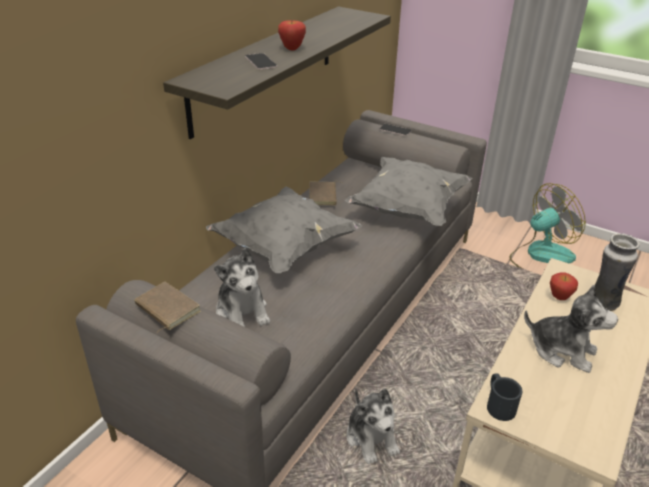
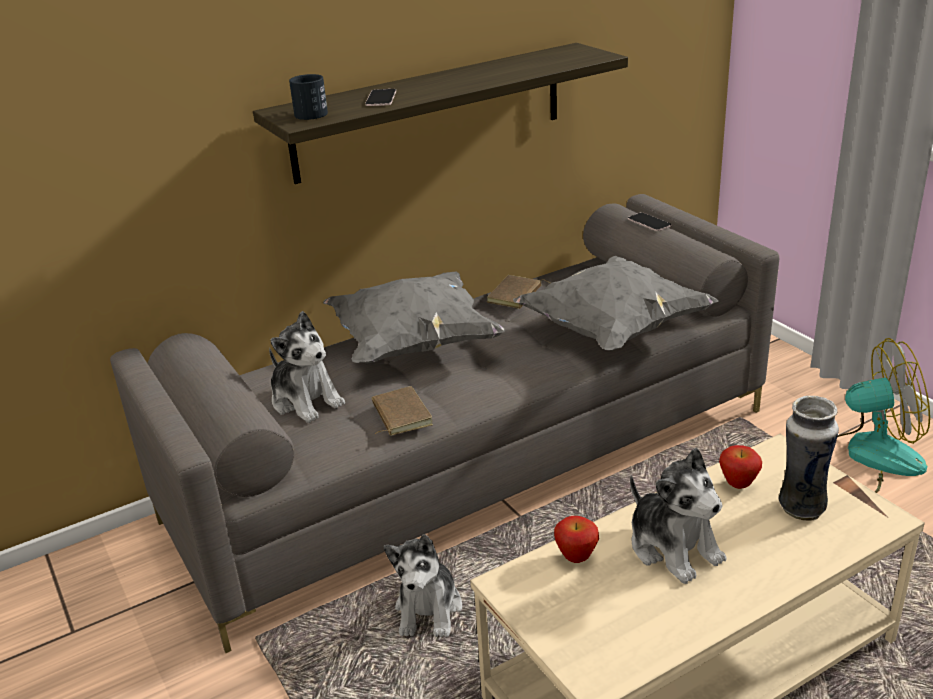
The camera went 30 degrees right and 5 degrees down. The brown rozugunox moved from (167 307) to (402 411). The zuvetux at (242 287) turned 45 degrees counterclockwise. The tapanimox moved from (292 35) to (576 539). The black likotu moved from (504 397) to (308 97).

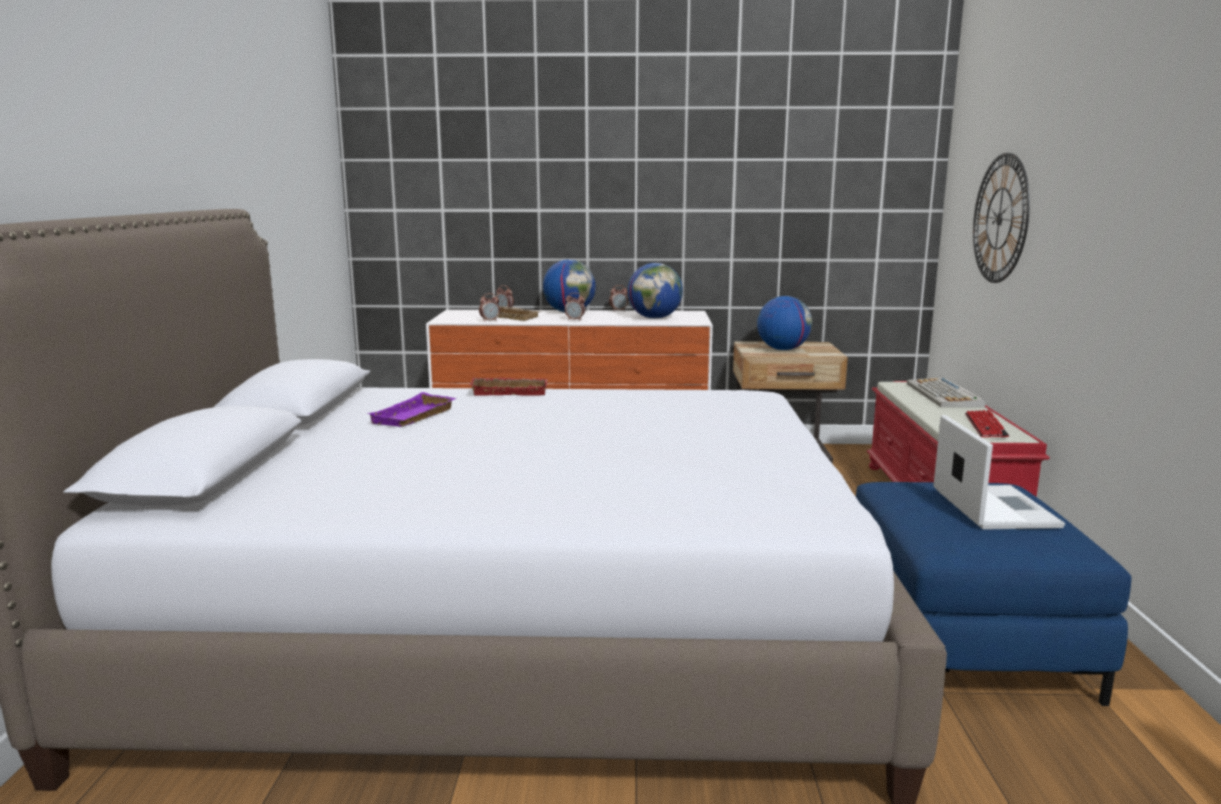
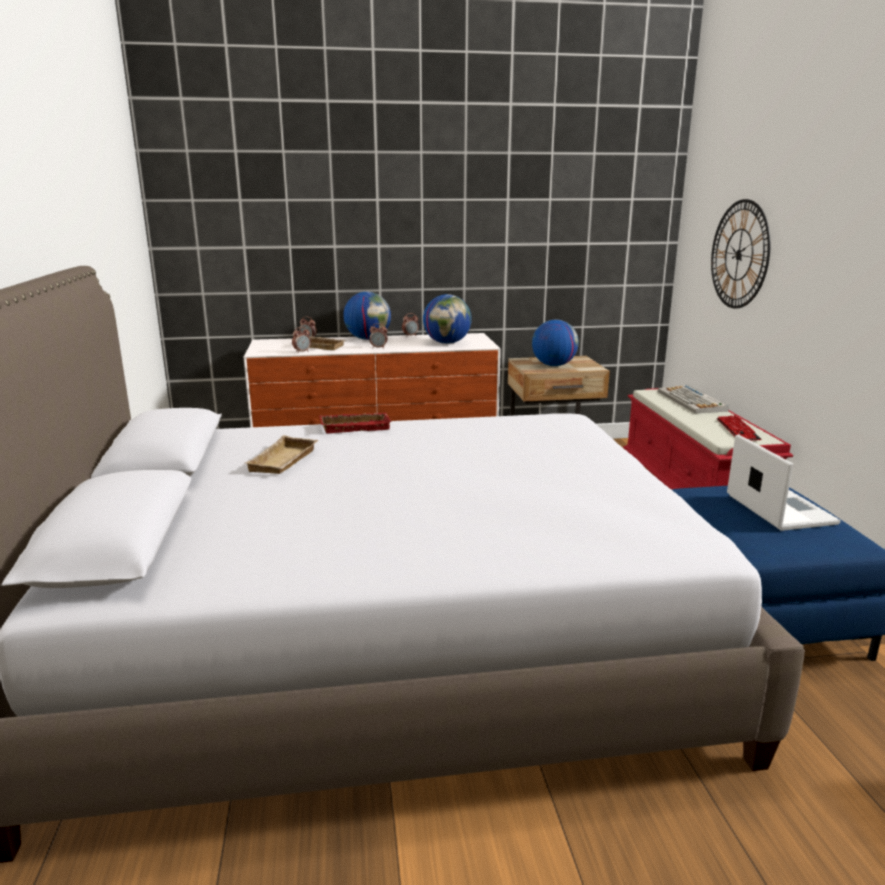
The camera went 10 degrees left and 5 degrees up. The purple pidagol at (411 409) became the beige pidagol at (281 454).

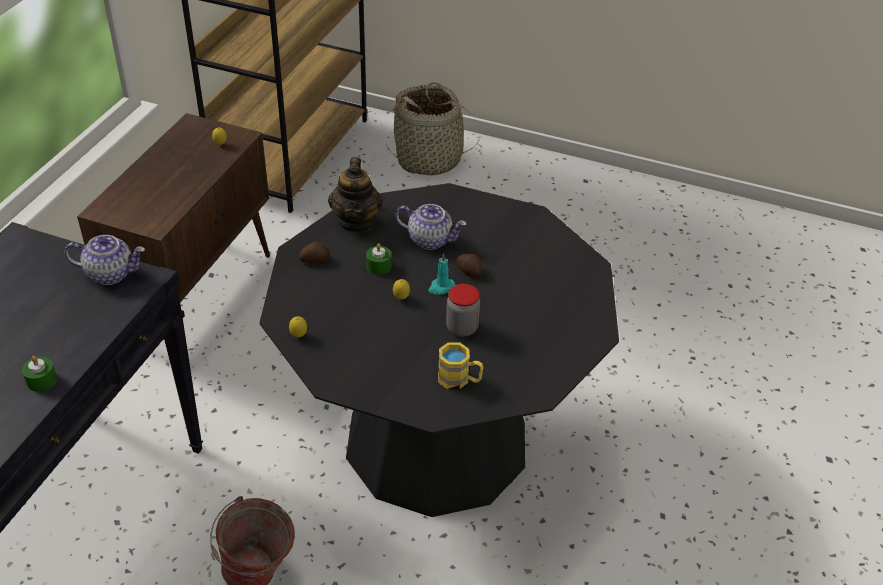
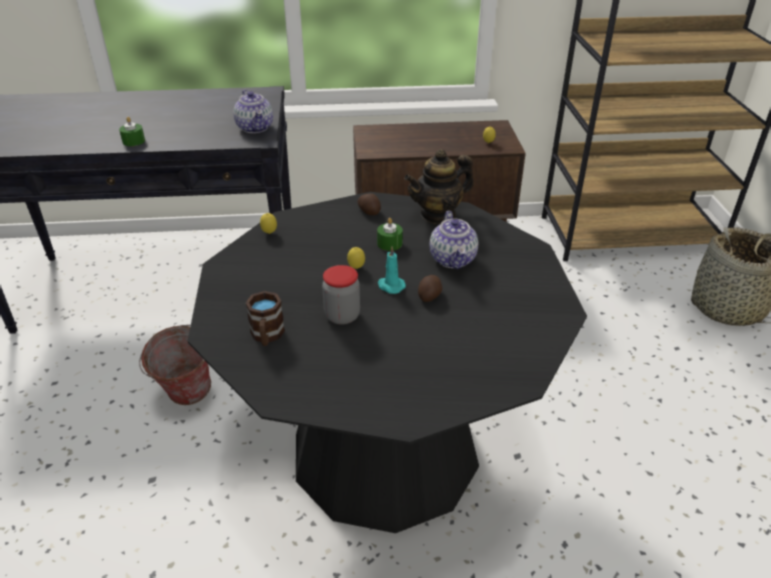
The camera went 65 degrees right and 5 degrees down. The yellow likotu at (461 365) became the brown likotu at (265 318).

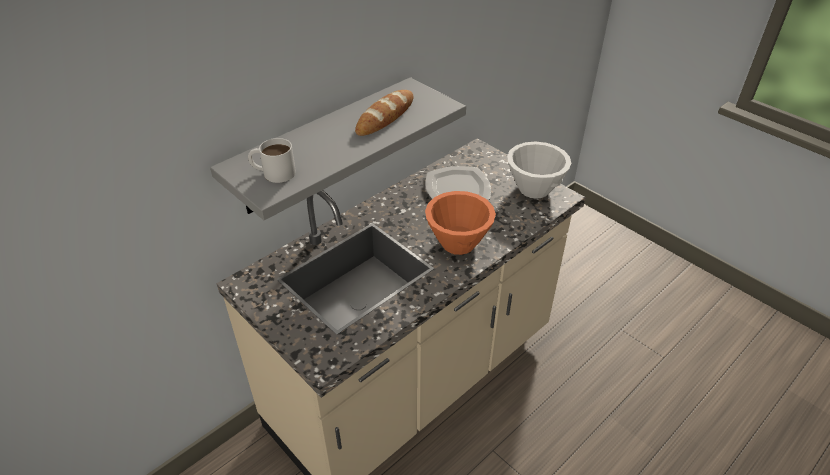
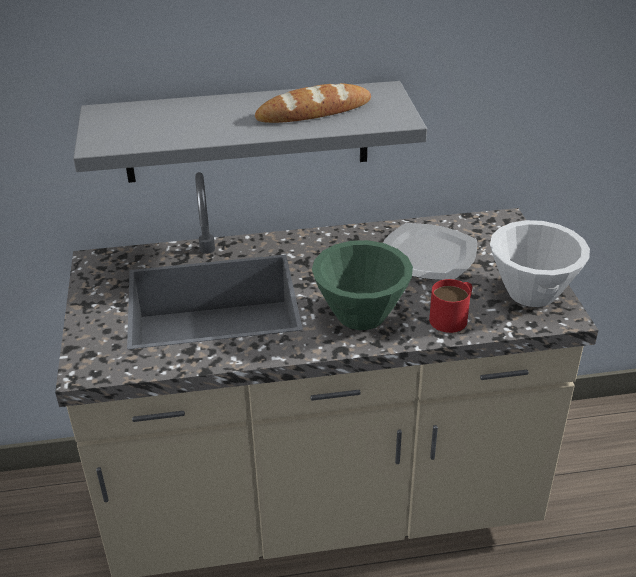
The camera went 35 degrees right and 5 degrees down. The white likotu at (272 160) disappeared. The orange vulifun at (460 223) became the green vulifun at (362 285). The red likotu at (450 306) appeared.

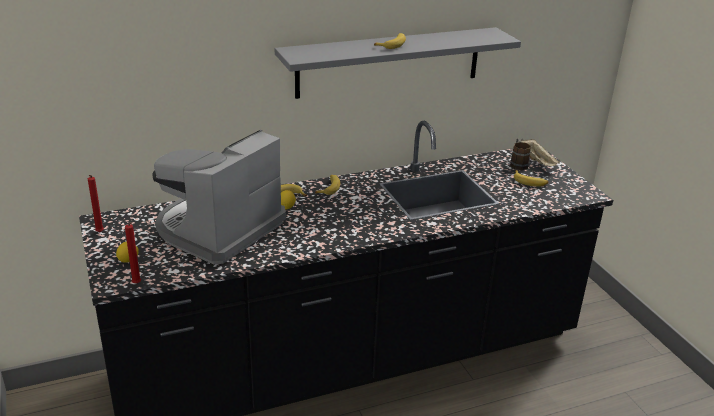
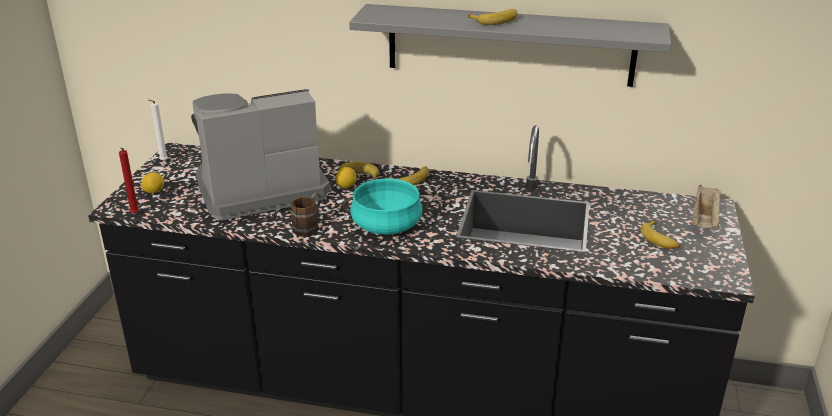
The camera went 35 degrees right and 0 degrees up. The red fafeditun at (96 203) became the white fafeditun at (158 130). The brown likotu moved from (520 154) to (306 215). The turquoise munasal at (386 206) appeared.

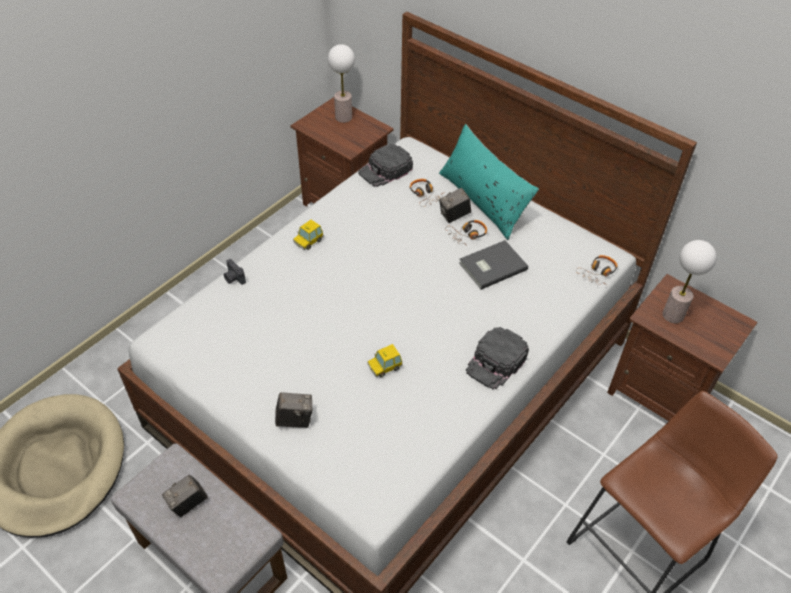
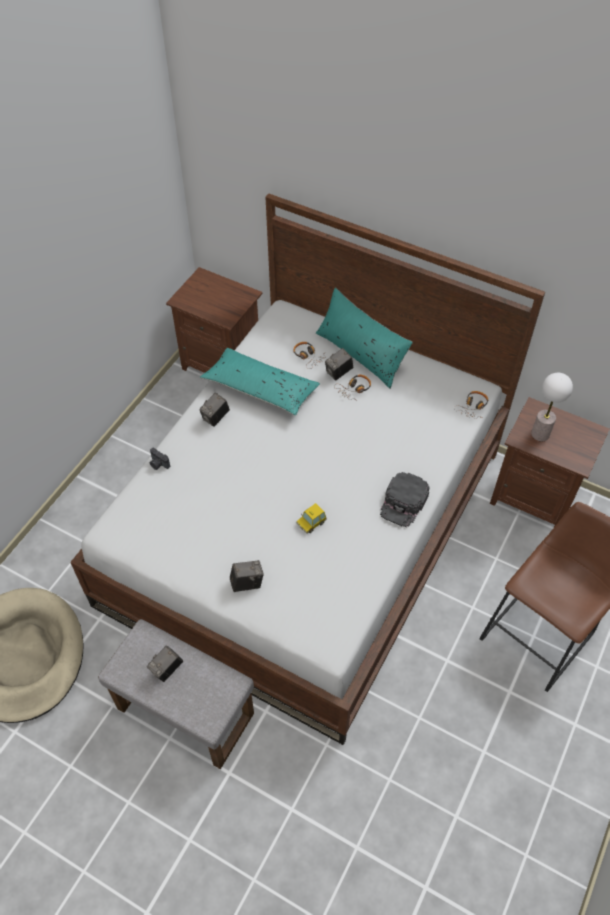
The camera went 10 degrees left and 5 degrees up. The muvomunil at (308 235) was replaced by the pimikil at (214 410). The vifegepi at (341 83) disappeared. The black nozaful at (385 165) disappeared. The grey rozugunox at (493 265) disappeared. The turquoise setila at (260 382) appeared.

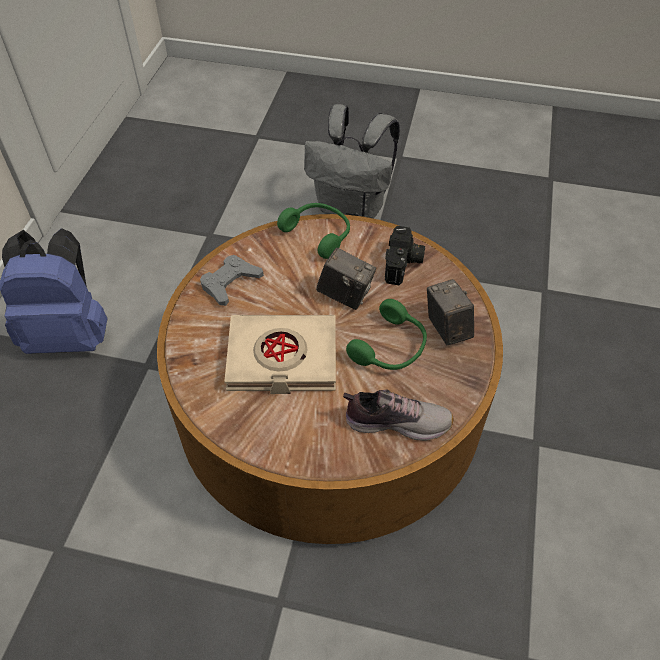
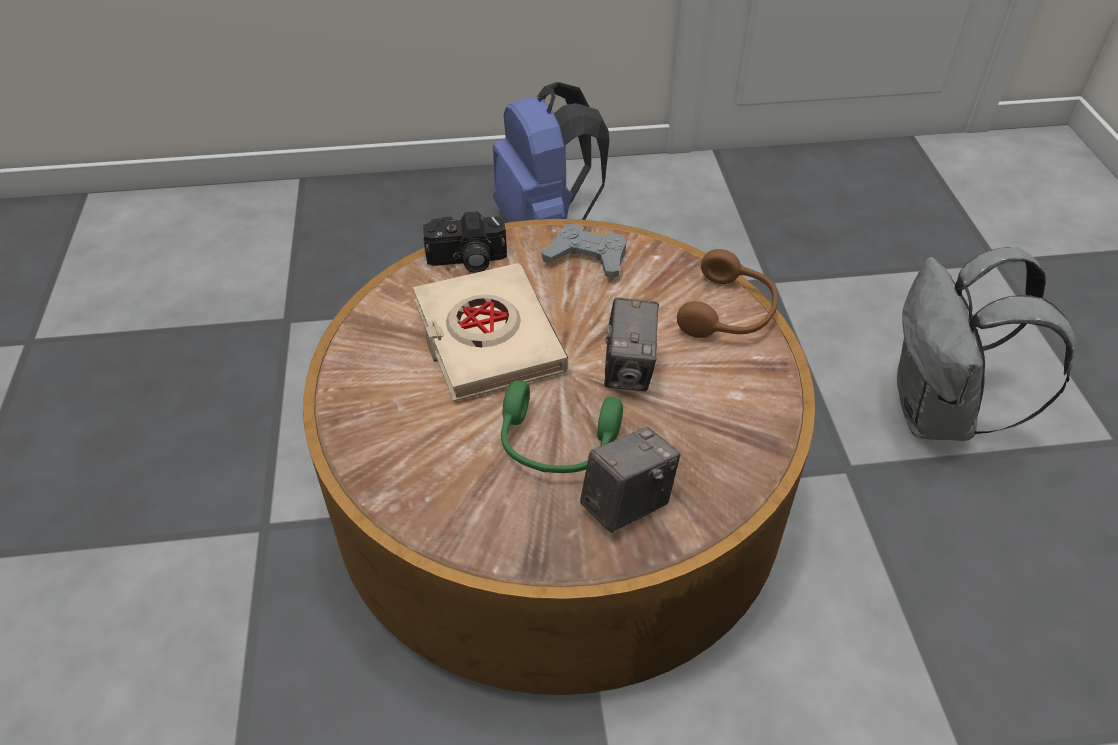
The camera went 70 degrees right and 5 degrees down. The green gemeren at (313 231) became the brown gemeren at (727 293). The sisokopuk at (398 415) disappeared. The pimikil moved from (405 255) to (465 242).

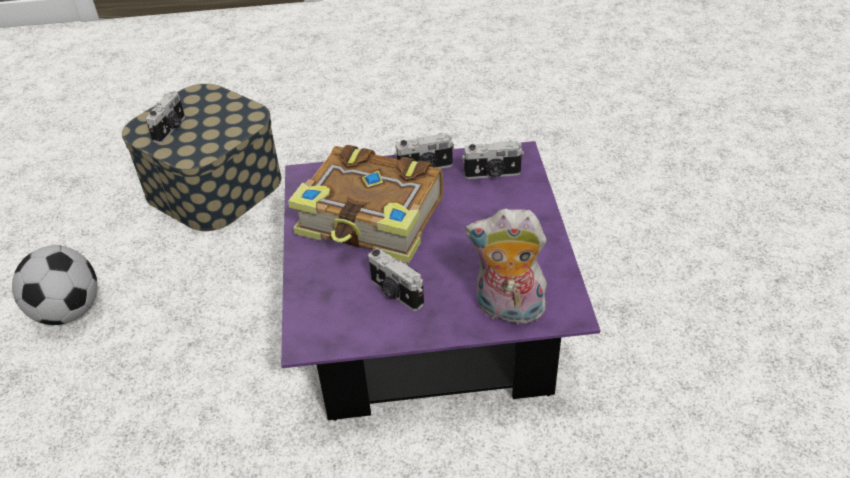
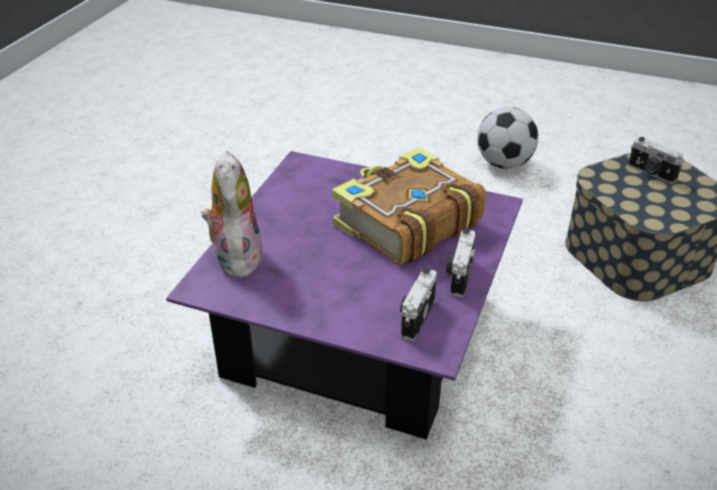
The camera went 115 degrees right and 5 degrees down. The pimikil at (396 279) disappeared. The zuvetux at (506 269) turned 45 degrees counterclockwise.

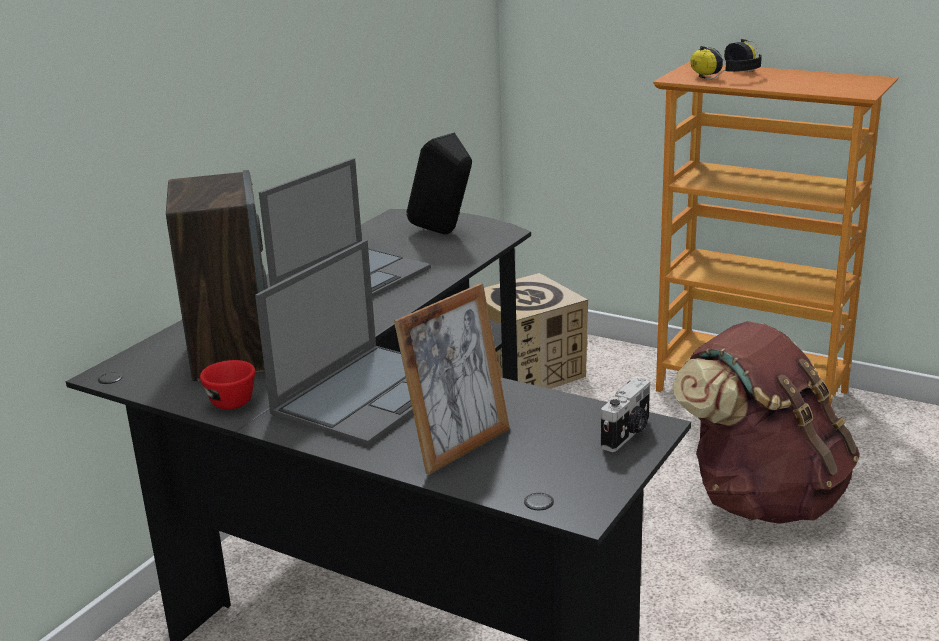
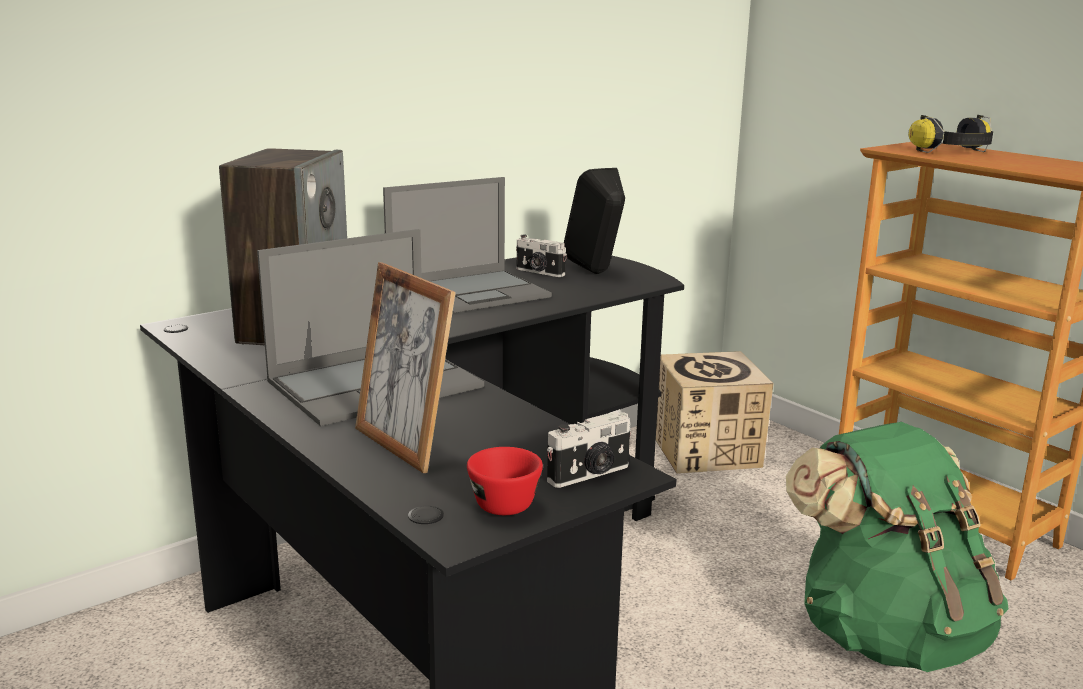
The camera went 20 degrees right and 5 degrees down. The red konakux moved from (227 384) to (505 481). The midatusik at (452 379) turned 75 degrees clockwise. The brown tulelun at (766 422) became the green tulelun at (897 547). The pimikil at (541 256) appeared.

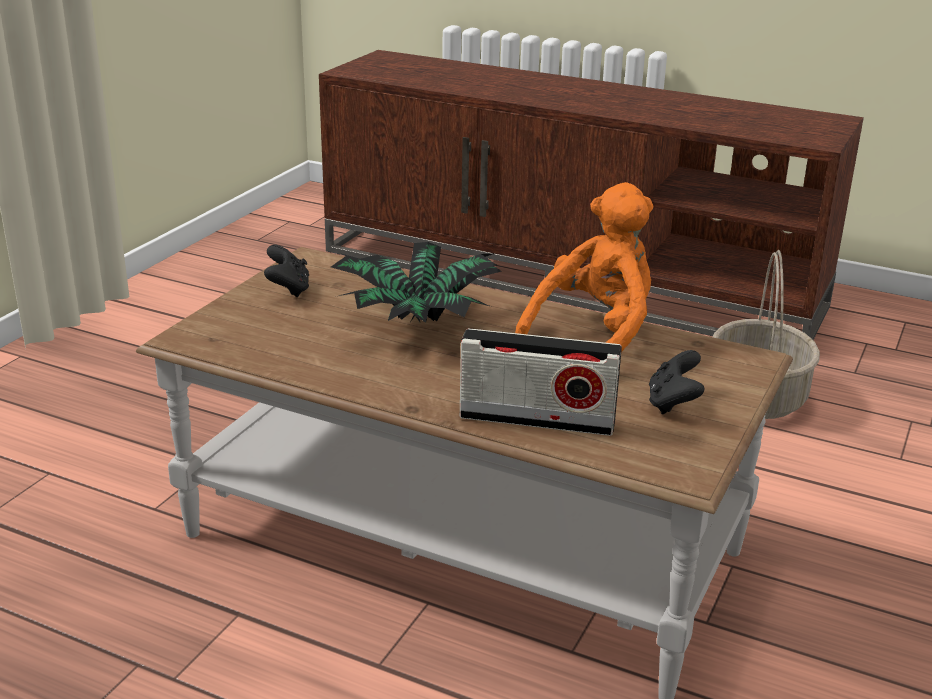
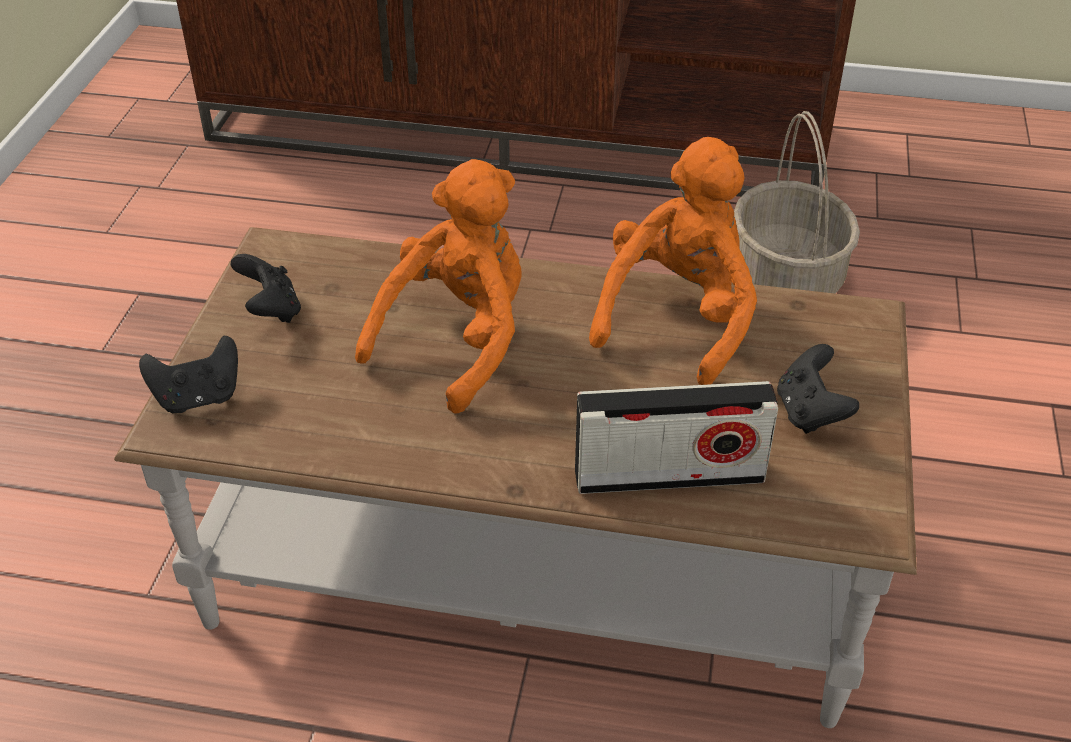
The camera went 15 degrees left and 15 degrees up. The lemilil at (416 282) was replaced by the orange zuvetux at (438 286). The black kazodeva at (188 374) appeared.

